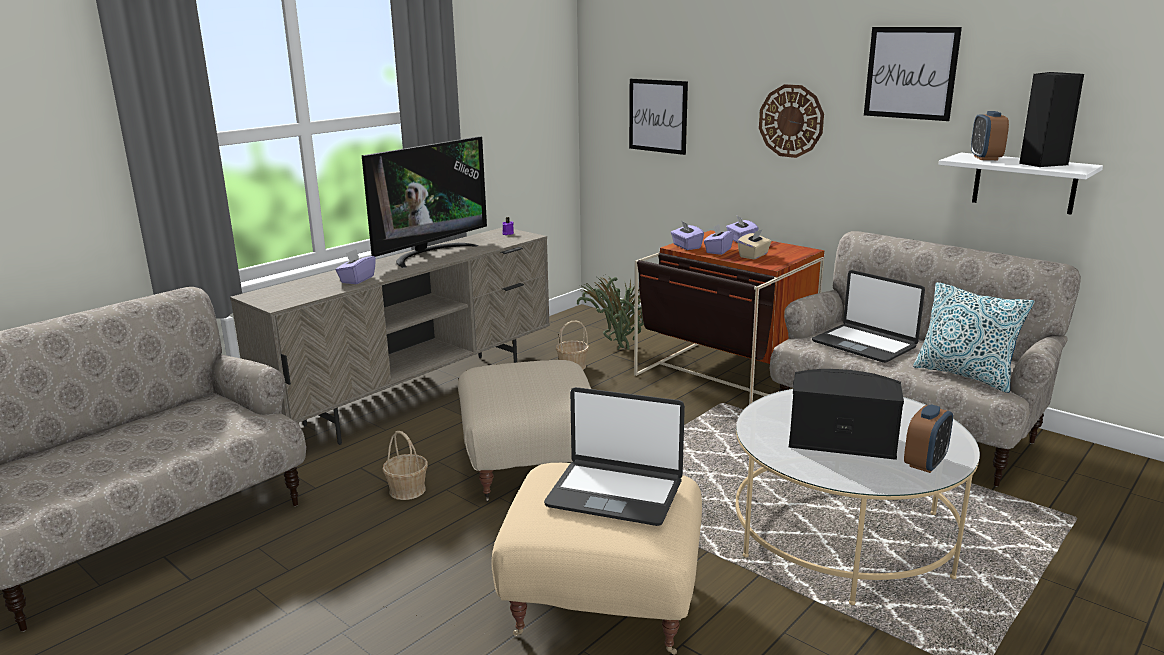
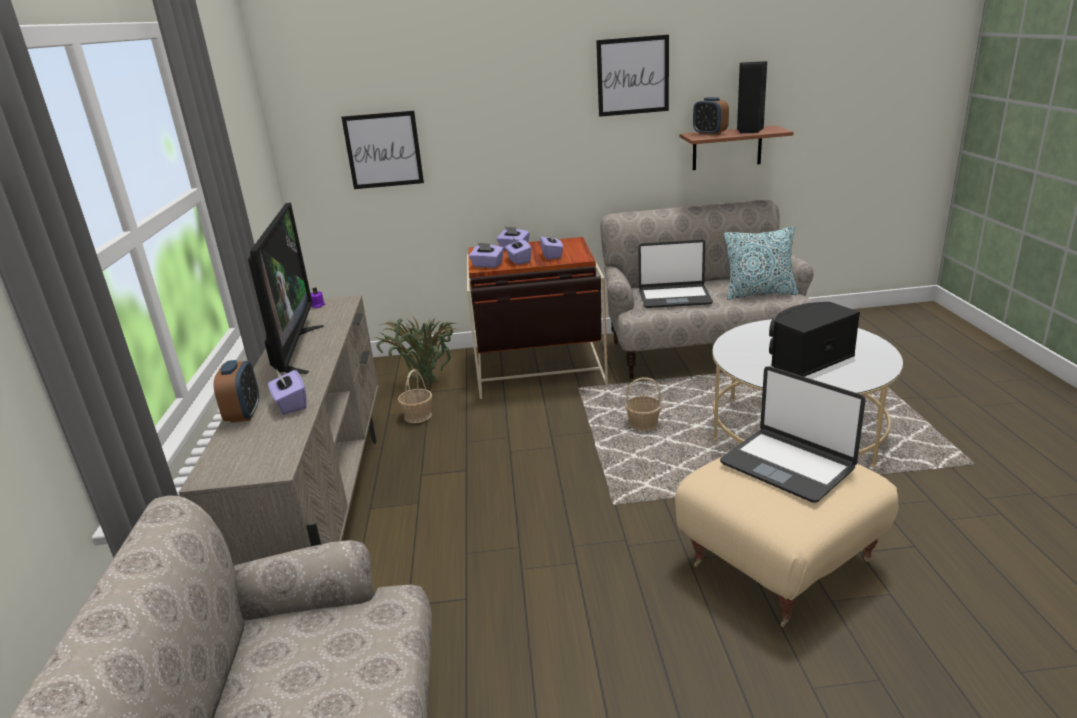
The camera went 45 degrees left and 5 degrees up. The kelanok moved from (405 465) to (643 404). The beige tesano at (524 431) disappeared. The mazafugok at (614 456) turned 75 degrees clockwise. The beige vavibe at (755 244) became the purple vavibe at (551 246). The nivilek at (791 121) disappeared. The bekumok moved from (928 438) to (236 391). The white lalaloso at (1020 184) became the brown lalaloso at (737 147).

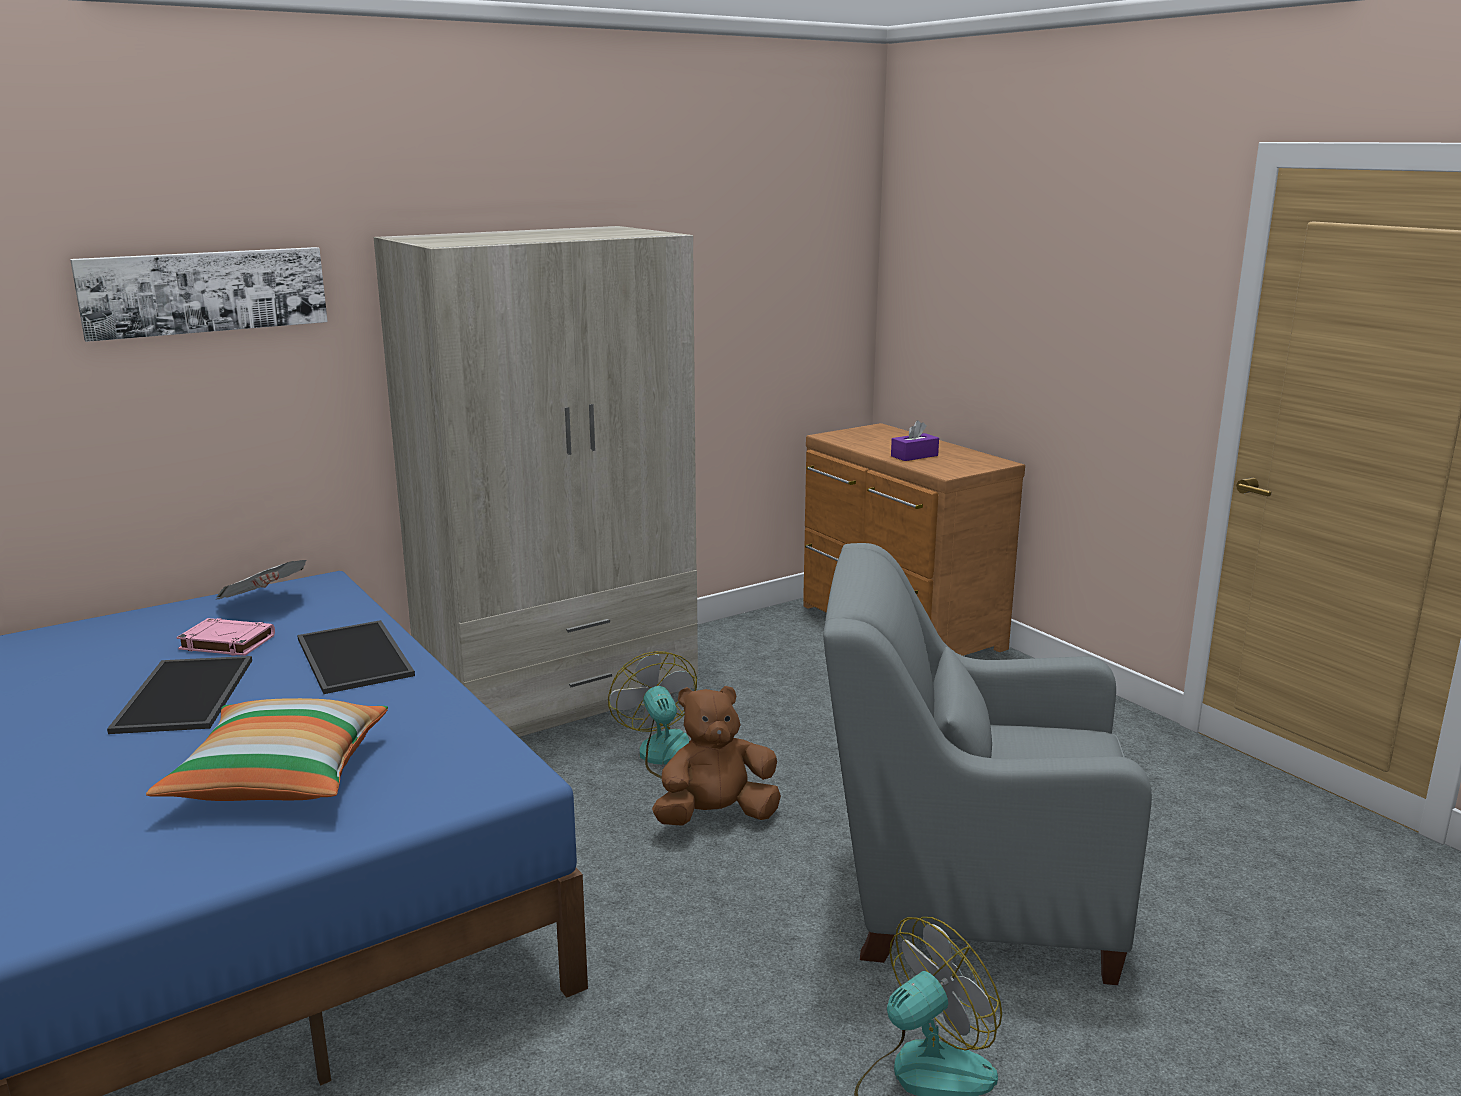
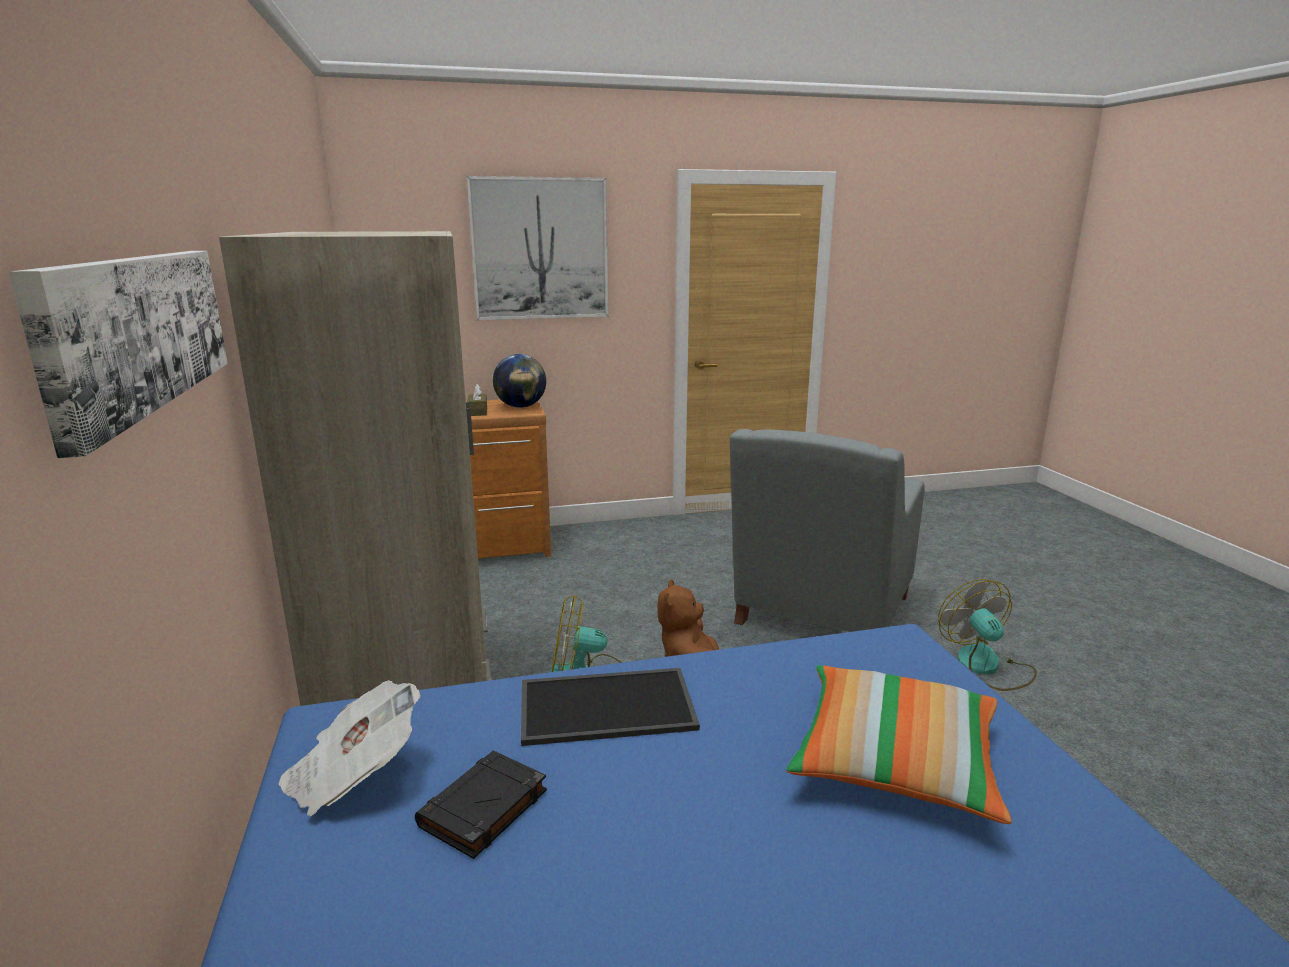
The camera went 70 degrees left and 0 degrees up. The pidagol at (179 695) disappeared. The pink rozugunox at (226 637) became the black rozugunox at (481 804). The purple vavibe at (915 440) became the brown vavibe at (477 400). The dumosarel at (537 248) appeared. The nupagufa at (519 381) appeared.

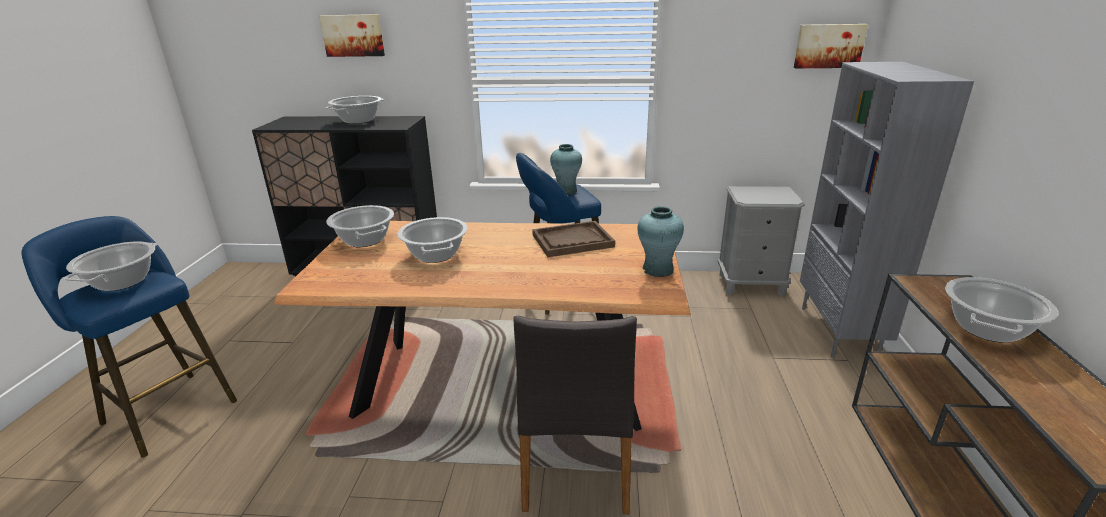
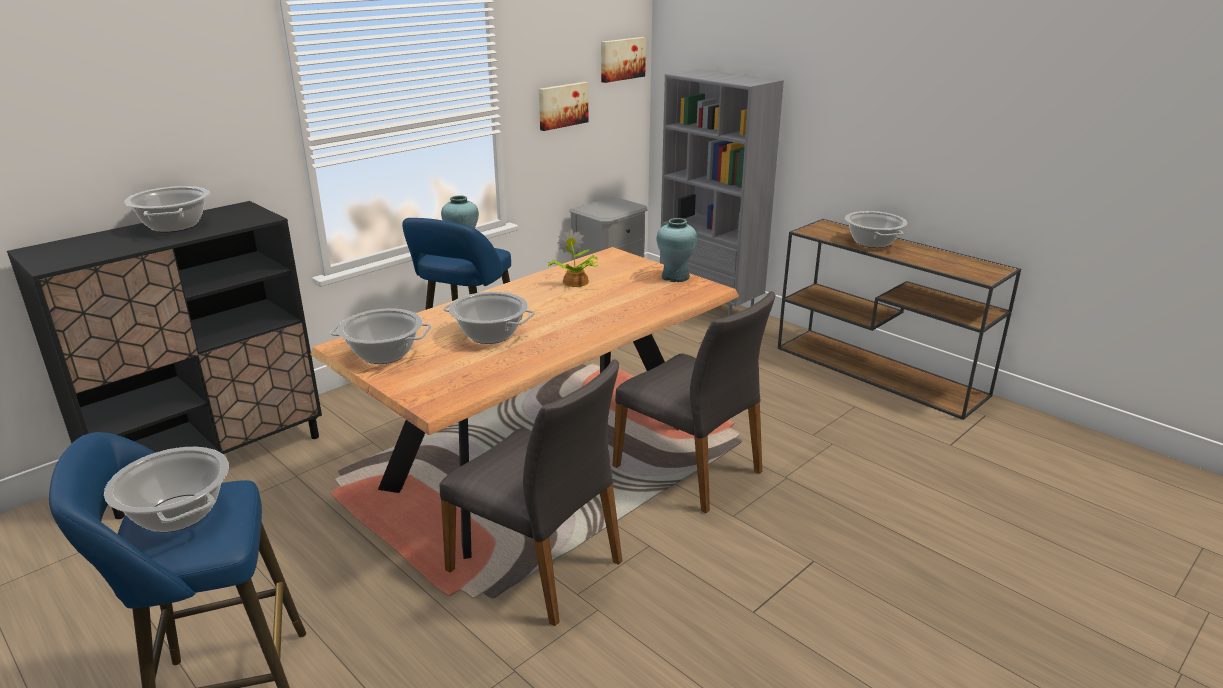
The camera went 50 degrees left and 0 degrees up. The dumosarel moved from (352 35) to (564 106). The brown pidagol at (573 239) was replaced by the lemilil at (572 258). The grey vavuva at (531 492) appeared.

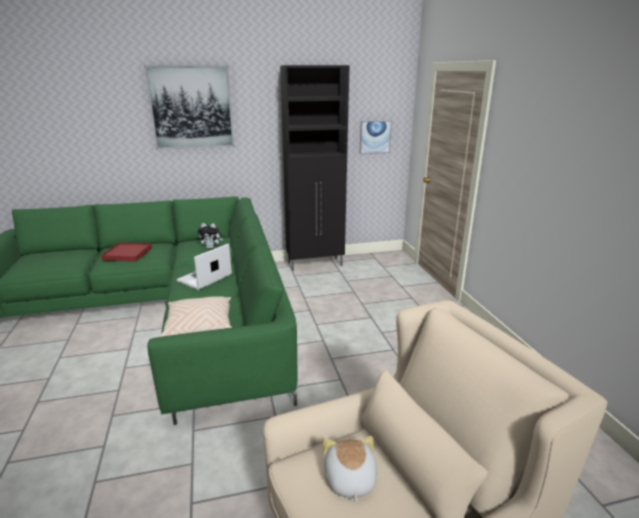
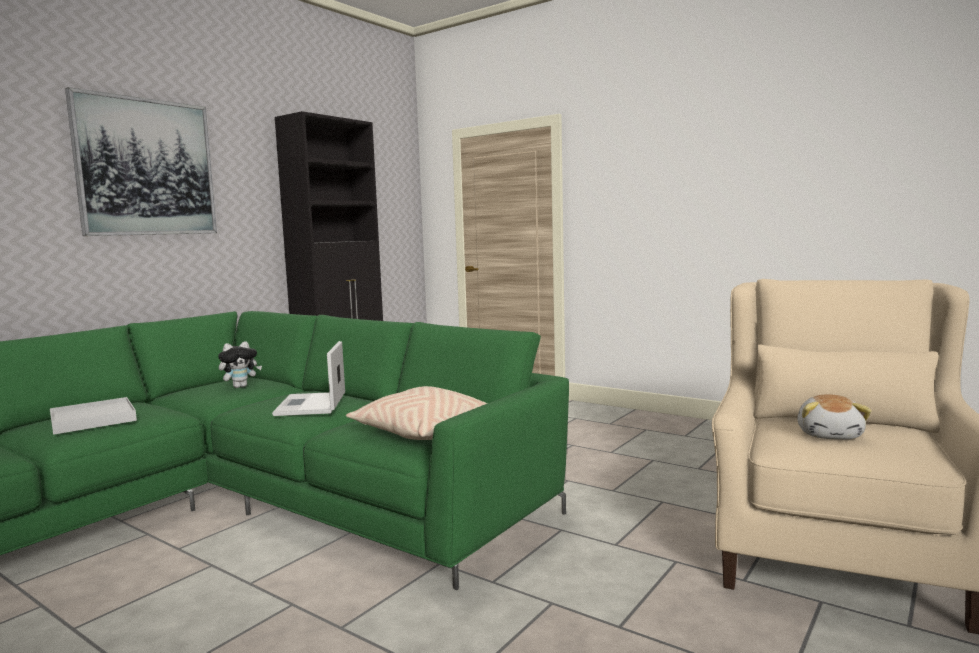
The camera went 40 degrees left and 15 degrees down. The red pidagol at (126 252) became the white pidagol at (93 416). The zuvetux at (350 469) turned 120 degrees counterclockwise. The dumosarel at (375 137) disappeared.

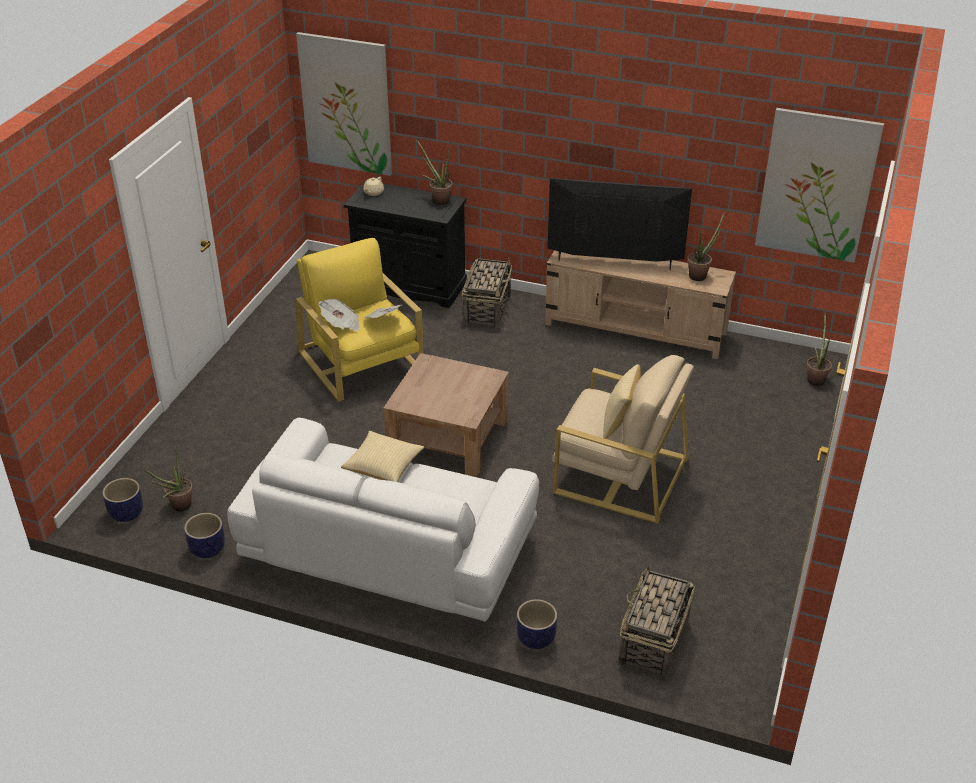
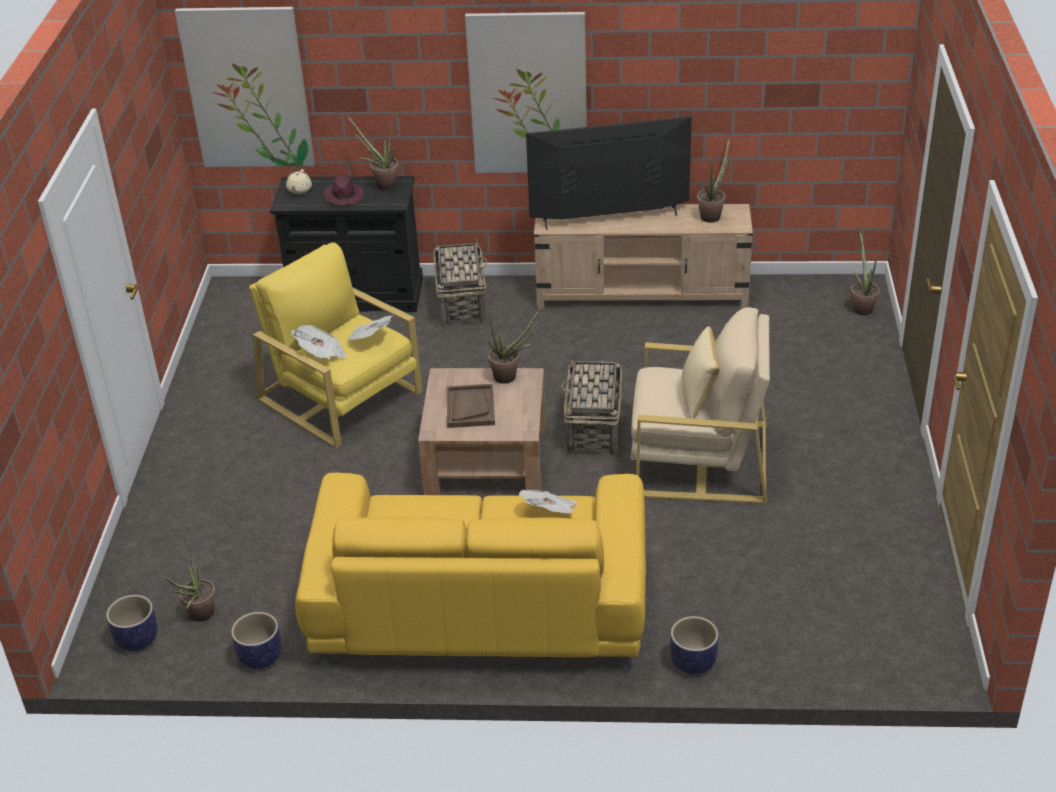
The camera went 15 degrees left and 0 degrees up. The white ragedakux at (383 526) became the yellow ragedakux at (470 573). The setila at (382 456) disappeared. The kelanok moved from (656 622) to (591 406). The dumosarel moved from (819 185) to (526 92). The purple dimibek at (344 190) appeared. The brown pidagol at (471 406) appeared. The lemilil at (514 345) appeared. The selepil at (548 502) appeared.

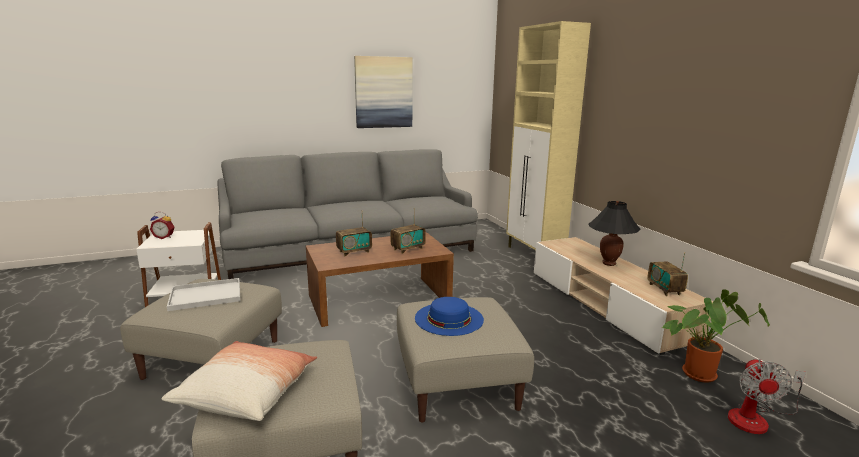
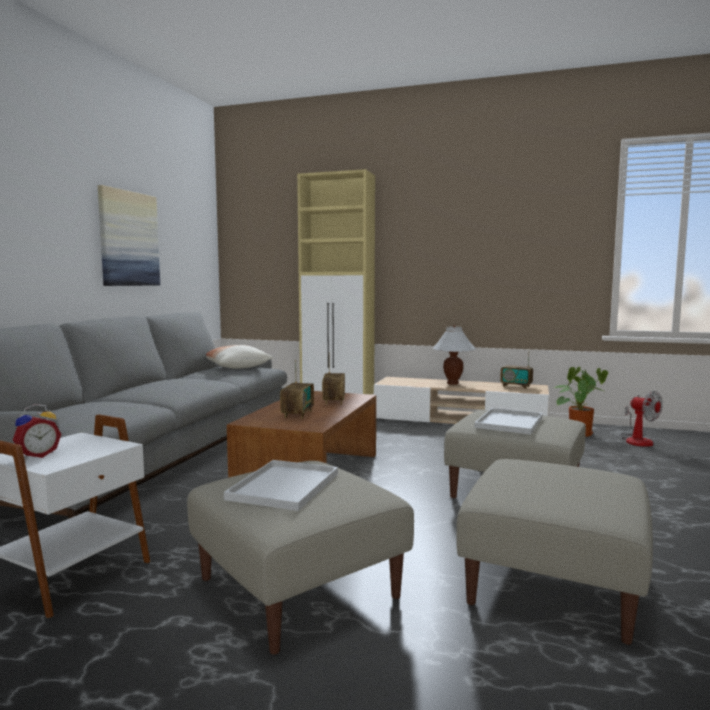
The camera went 50 degrees left and 10 degrees down. The setila moved from (239 381) to (239 357). The blue dimibek at (449 316) was replaced by the white pidagol at (509 421). The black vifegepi at (614 233) became the white vifegepi at (454 355).

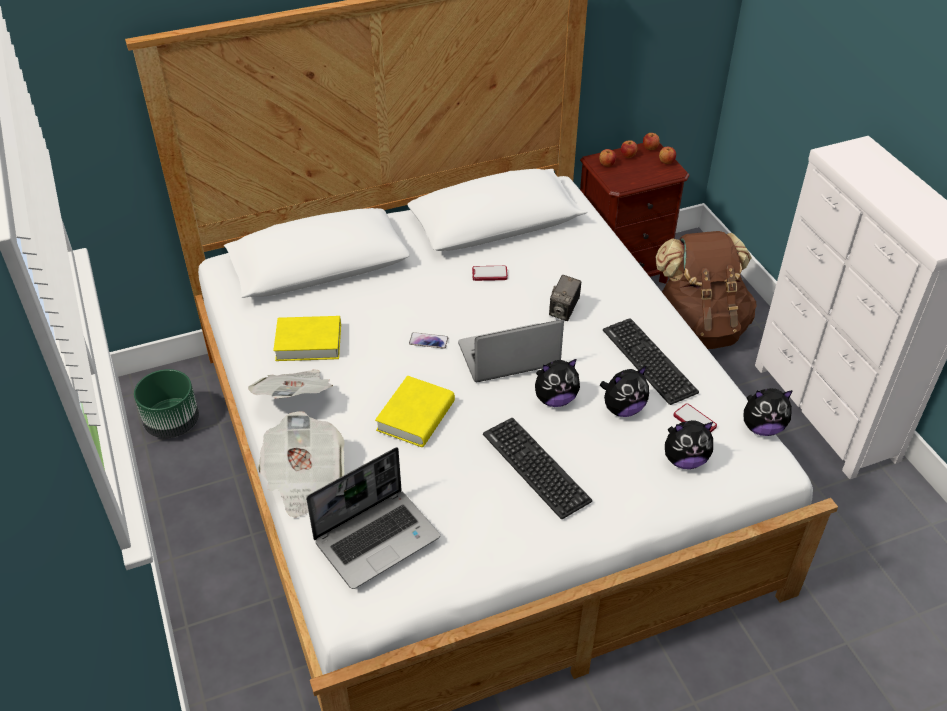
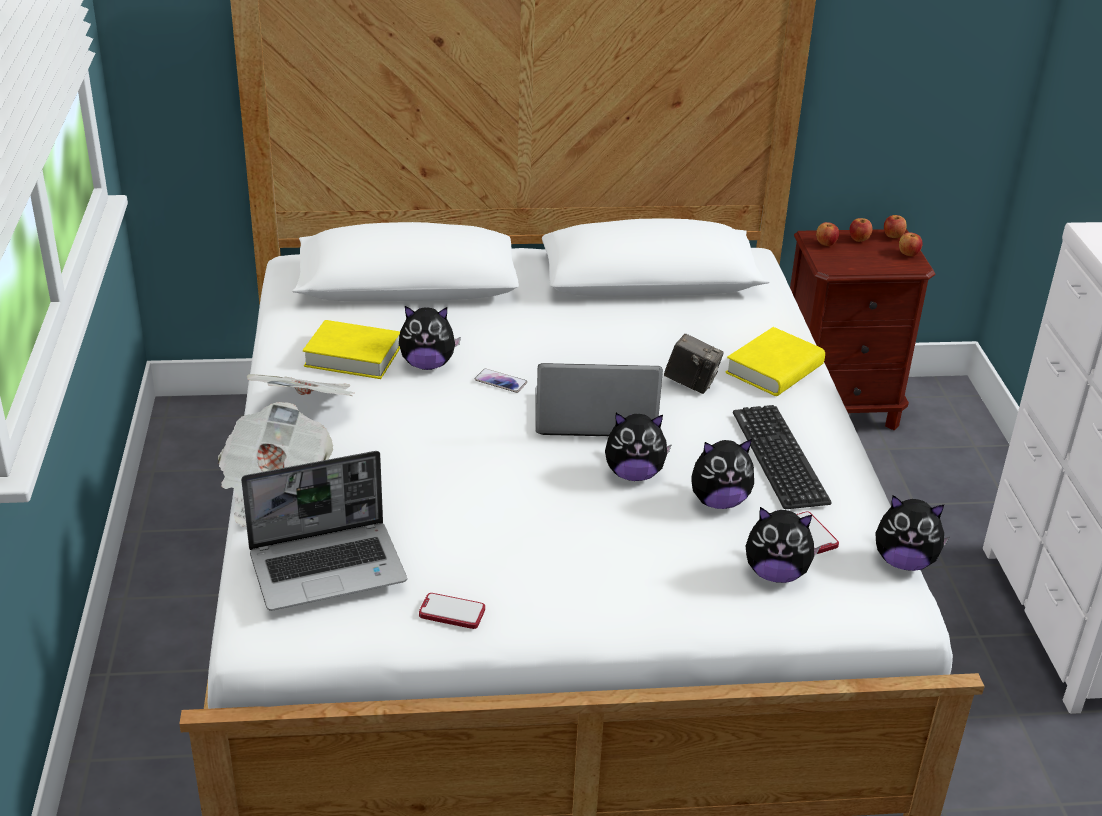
The camera went 15 degrees right and 10 degrees down. The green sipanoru at (166 403) disappeared. The yellow rozugunox moved from (415 411) to (775 361). The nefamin moved from (490 273) to (452 611). The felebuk at (537 468) disappeared. The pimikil at (565 298) turned 105 degrees counterclockwise. The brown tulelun at (706 290) disappeared. The zuvetux at (430 338) appeared.

